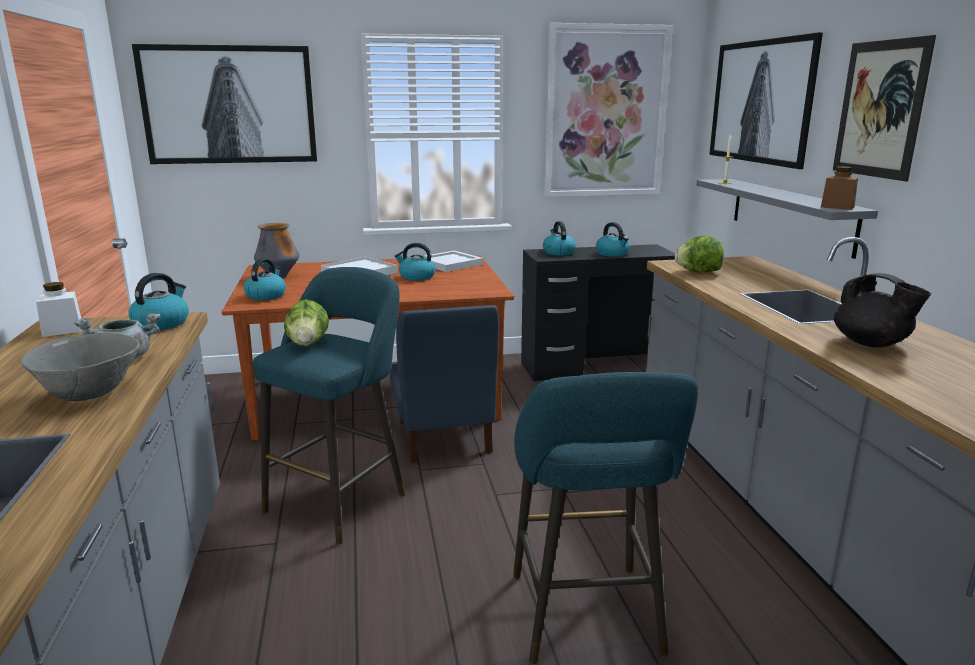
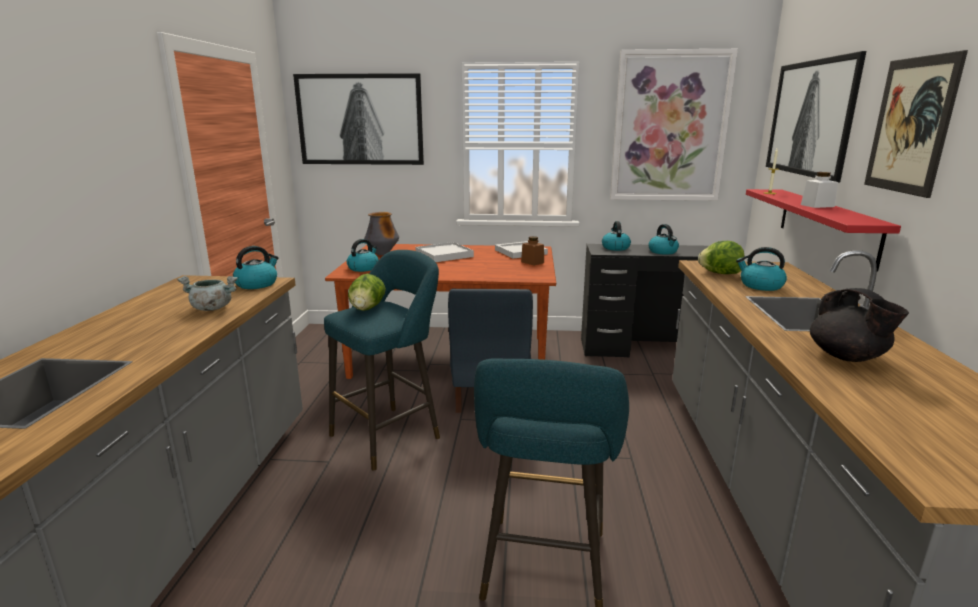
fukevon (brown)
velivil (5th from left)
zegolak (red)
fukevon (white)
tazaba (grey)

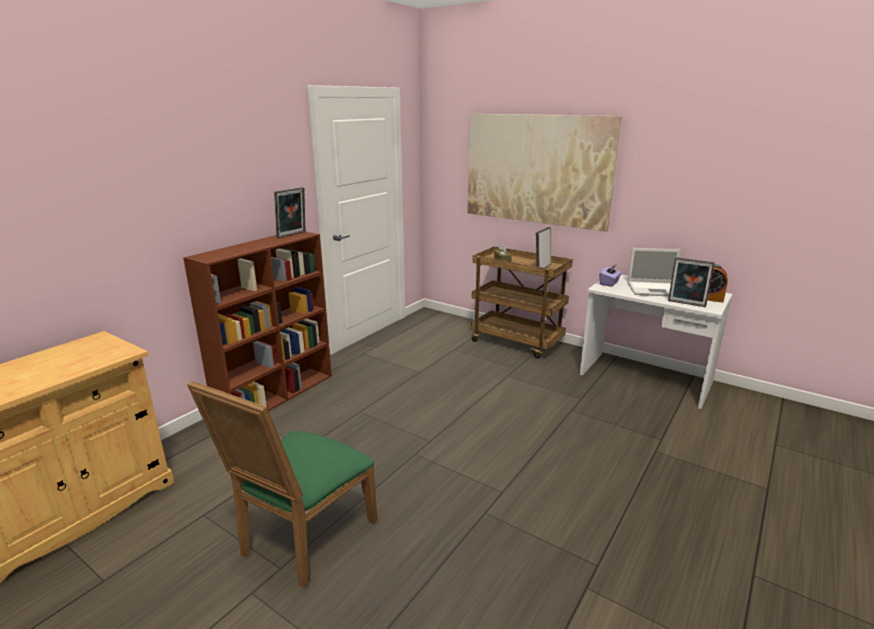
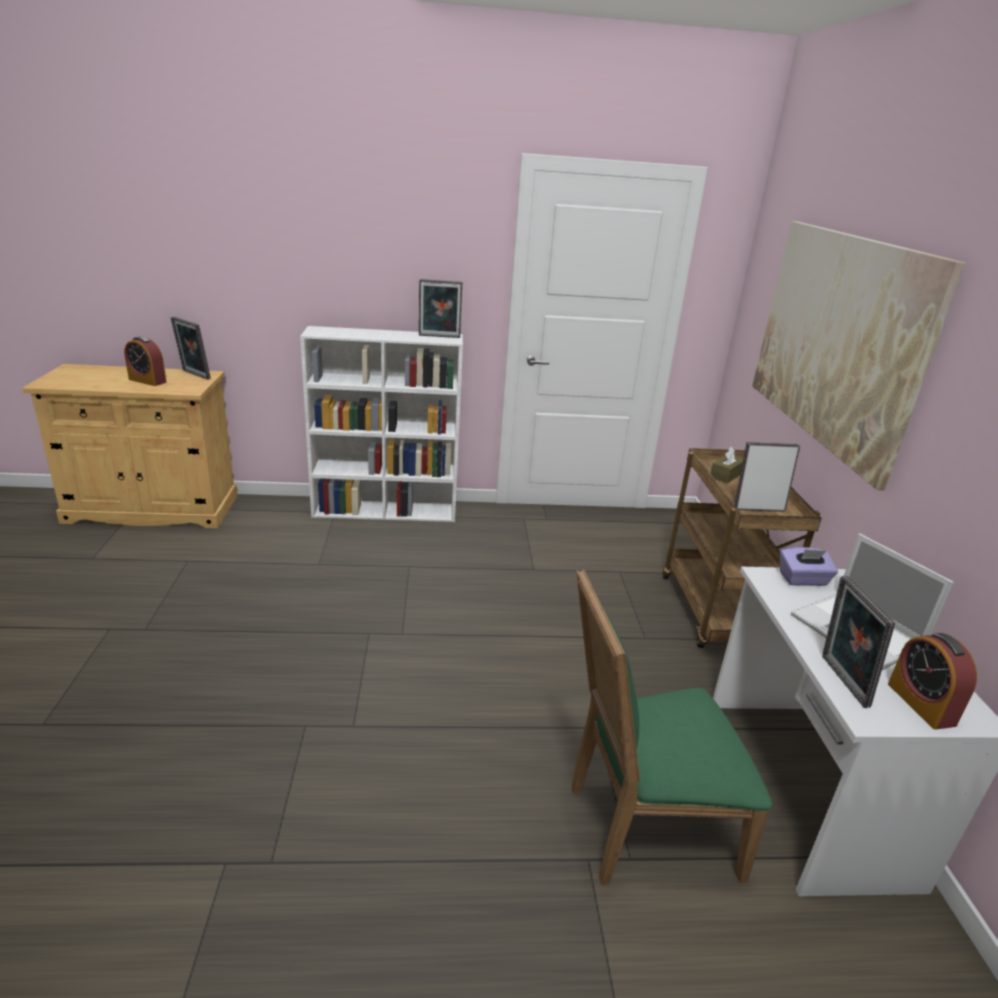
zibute (1st from left)
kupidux (1st from left)
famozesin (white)
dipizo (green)

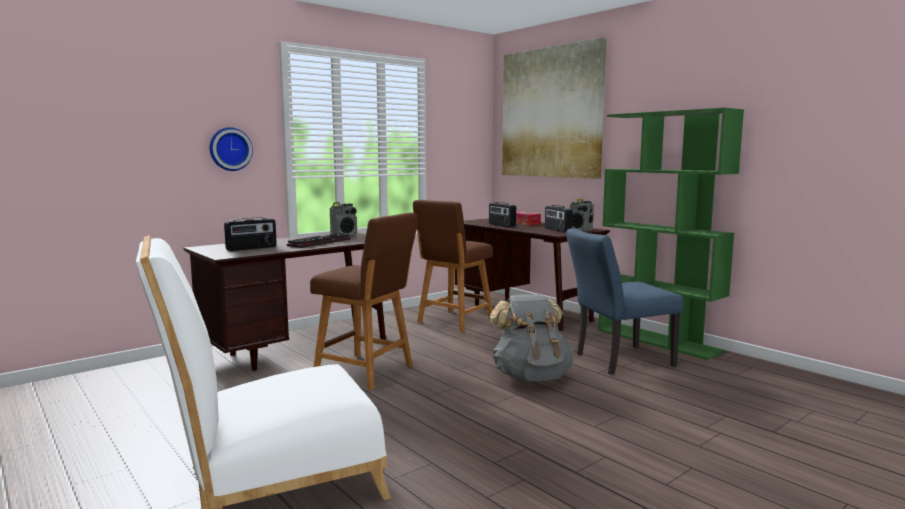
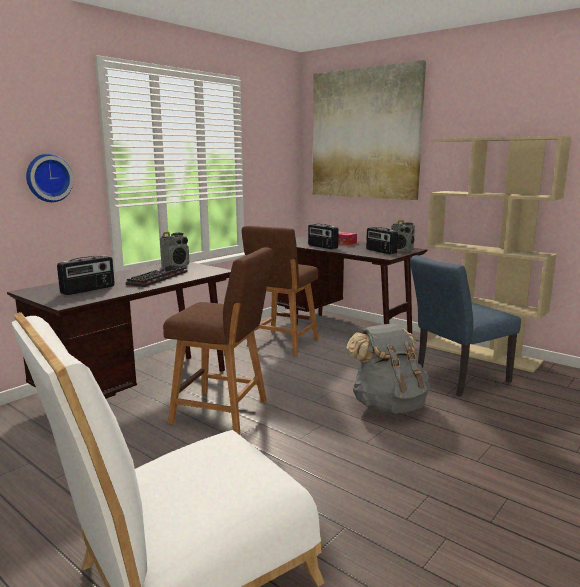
famozesin (beige)

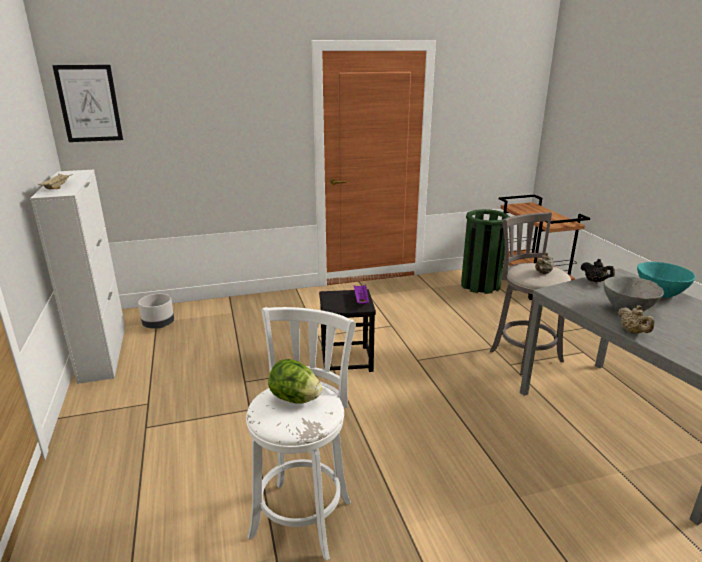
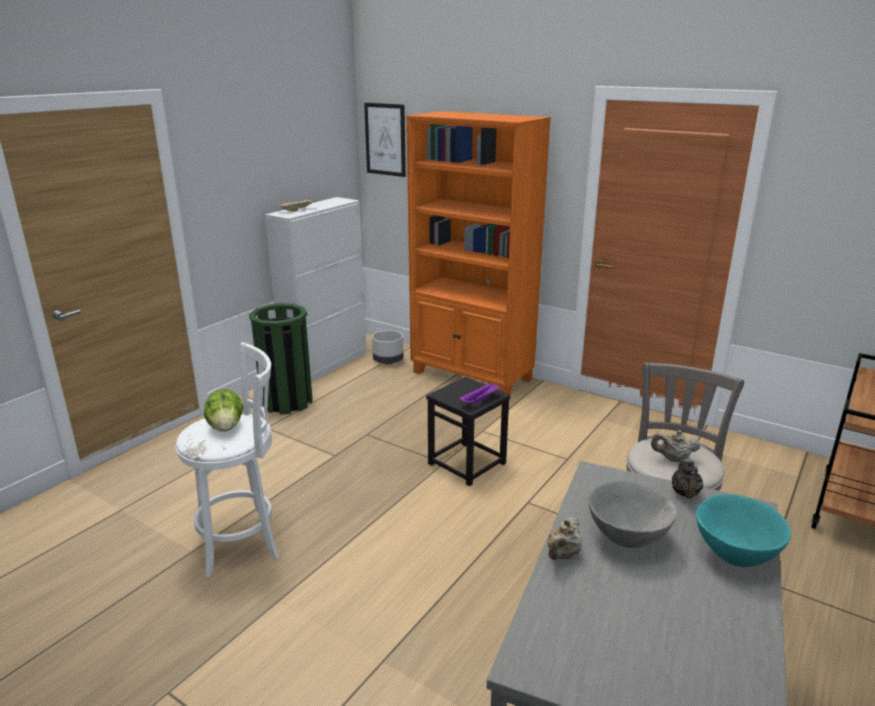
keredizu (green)
famozesin (orange)

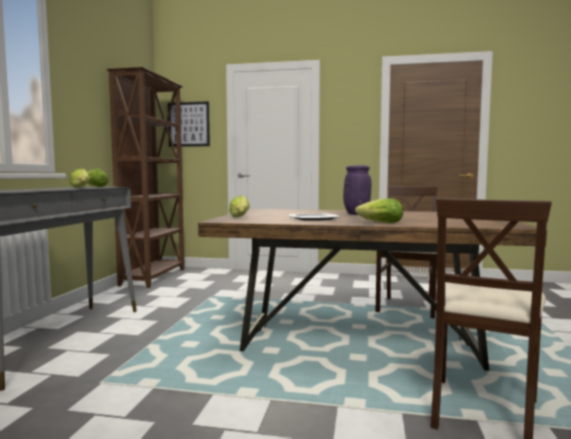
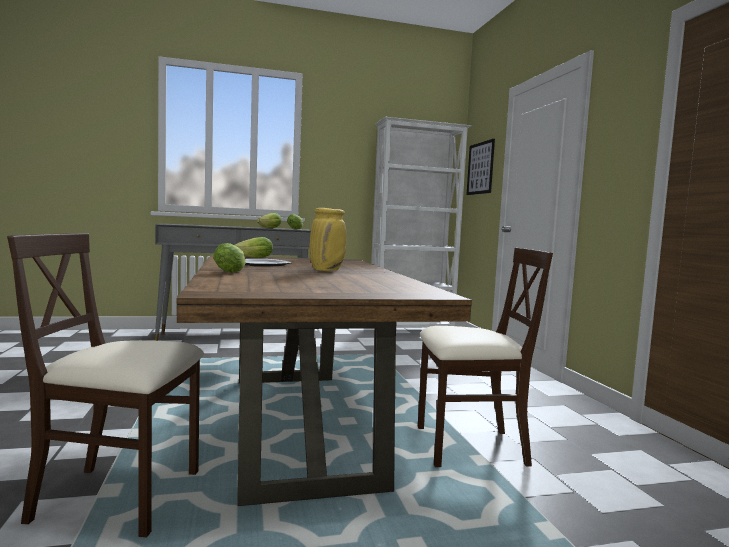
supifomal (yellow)
famozesin (white)

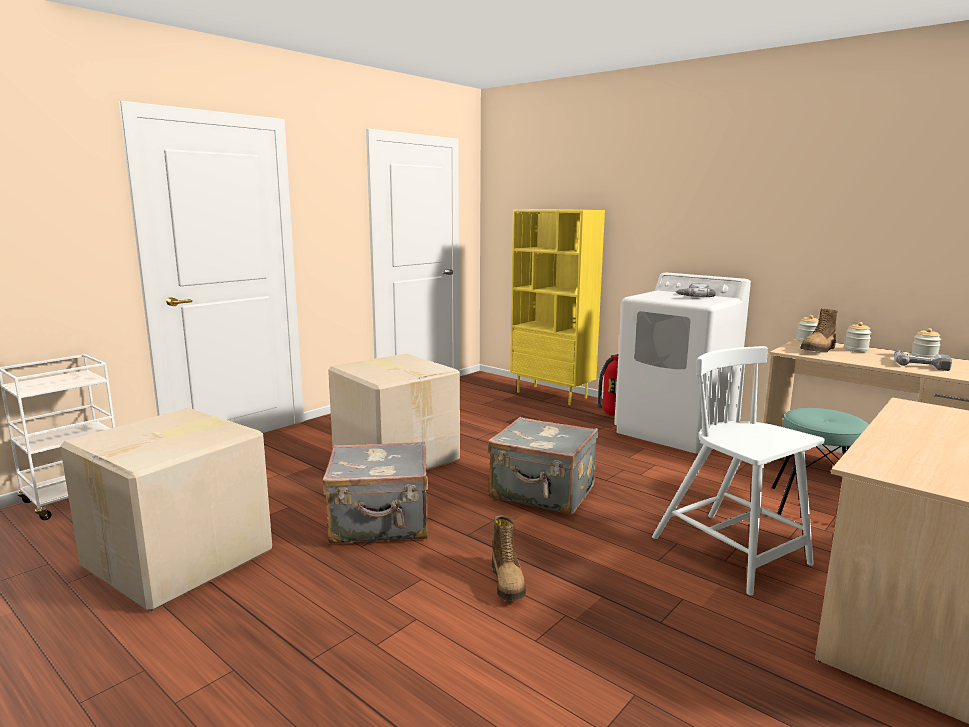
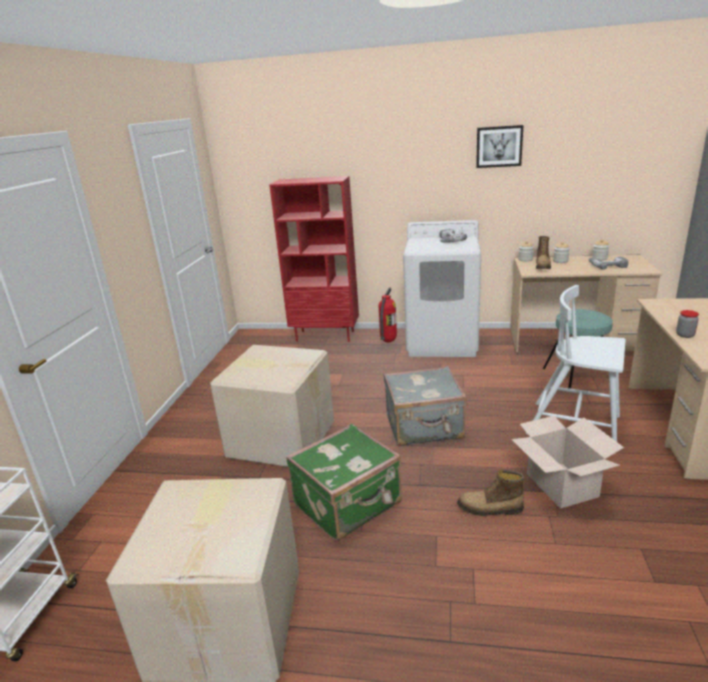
famozesin (red)
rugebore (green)
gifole (1st from left)
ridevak
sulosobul (3rd from left)
fukevon (4th from left)

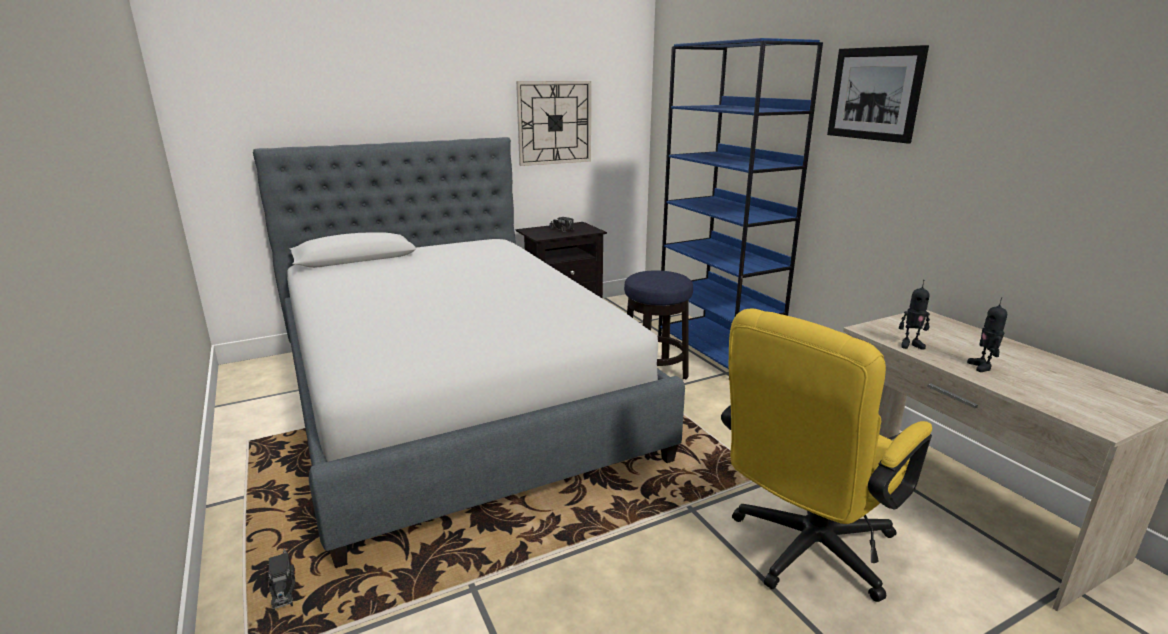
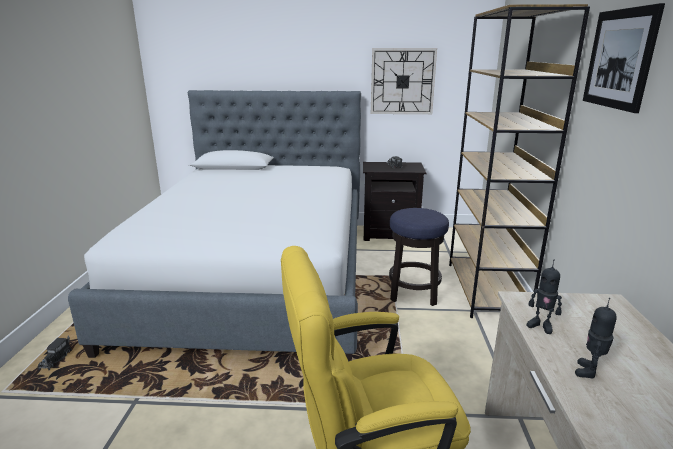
famozesin (brown)

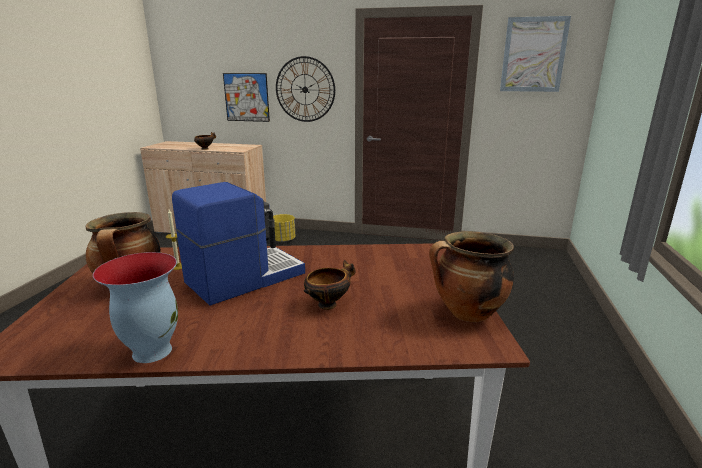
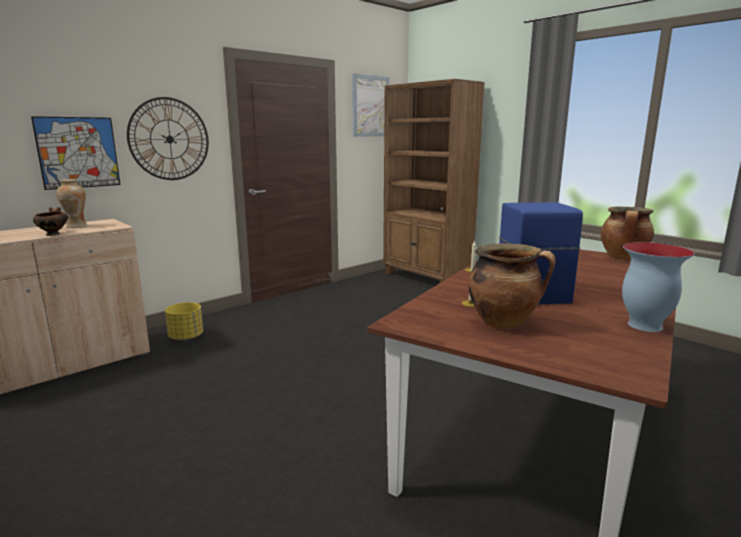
supifomal (1st from left)
famozesin (brown)
tazaba (2nd from left in the first image)

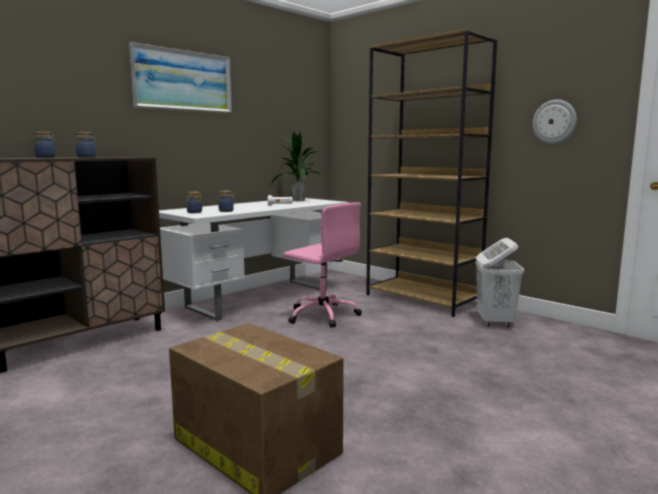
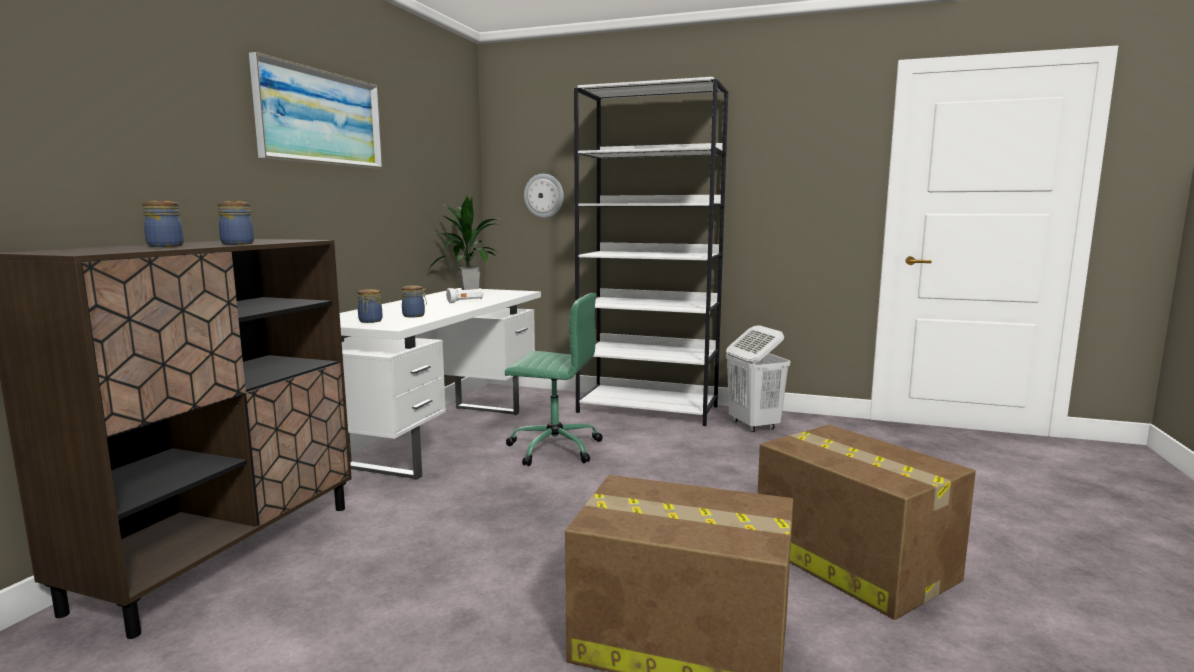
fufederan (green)
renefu
famozesin (white)
sulosobul (2nd from left)

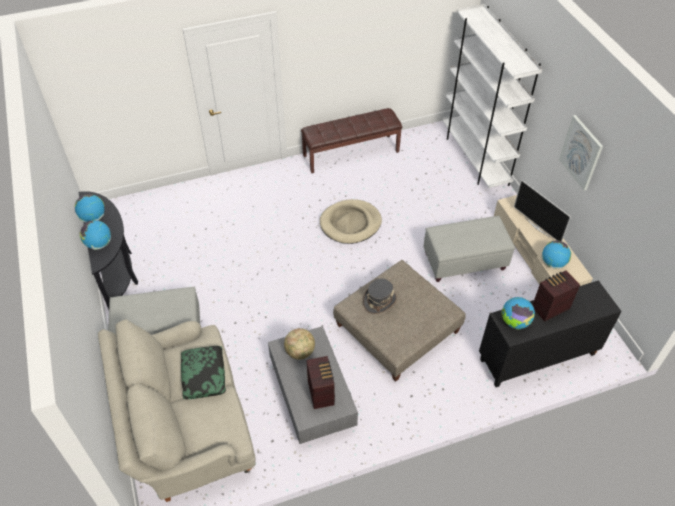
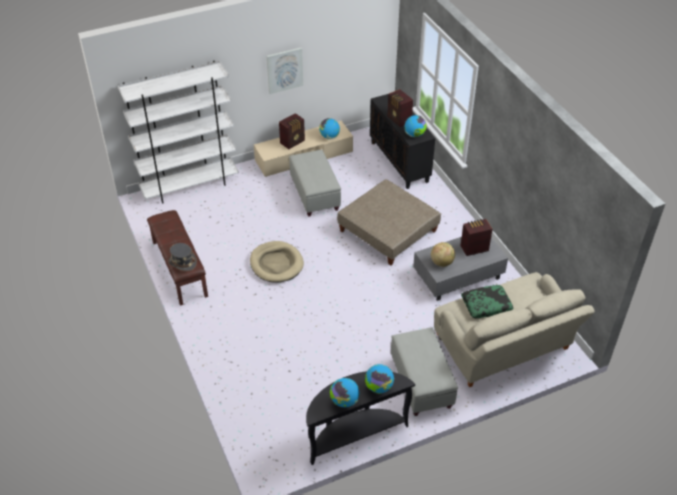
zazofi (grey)
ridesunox (1st from left)

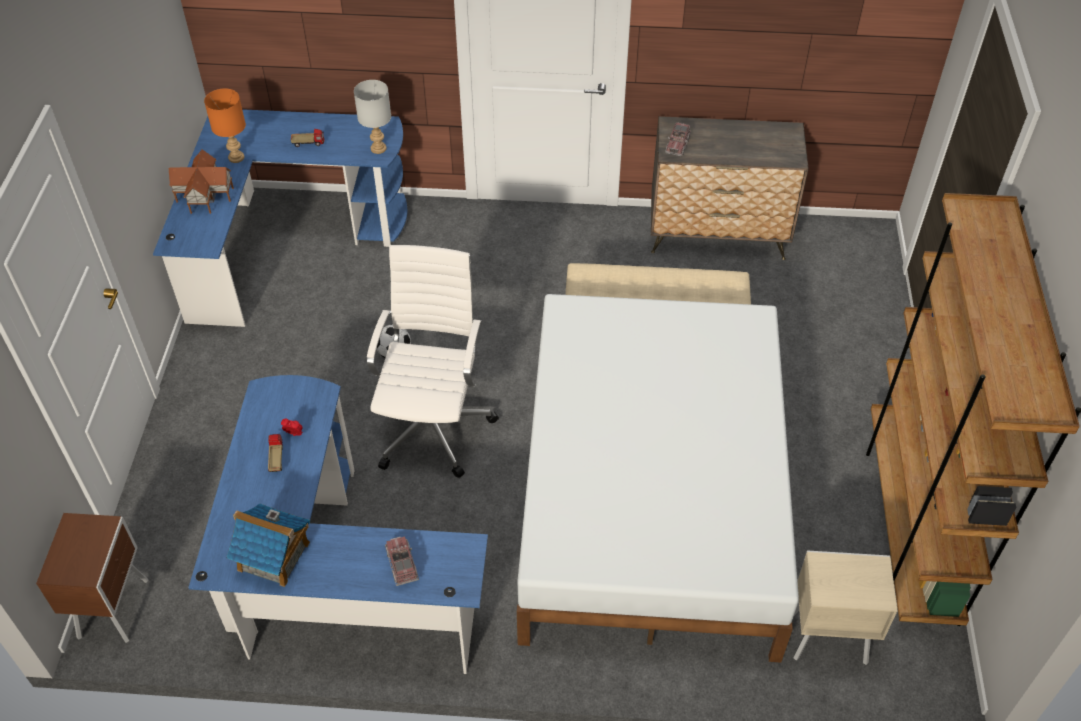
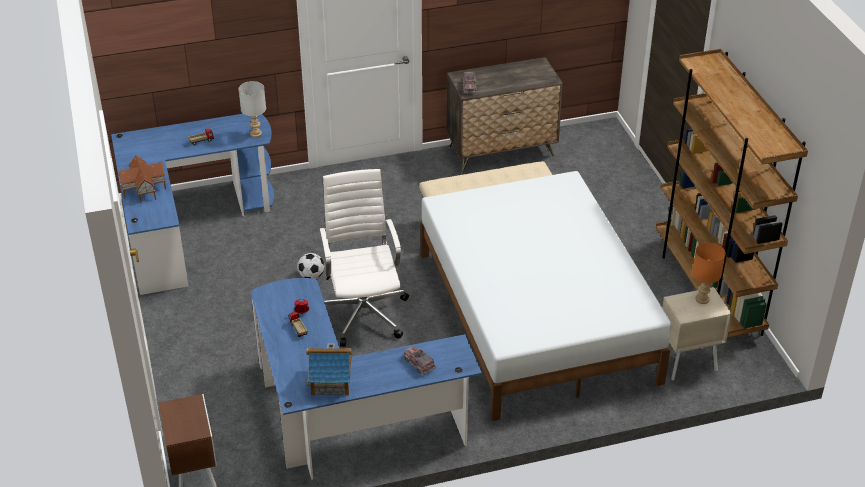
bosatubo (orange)

